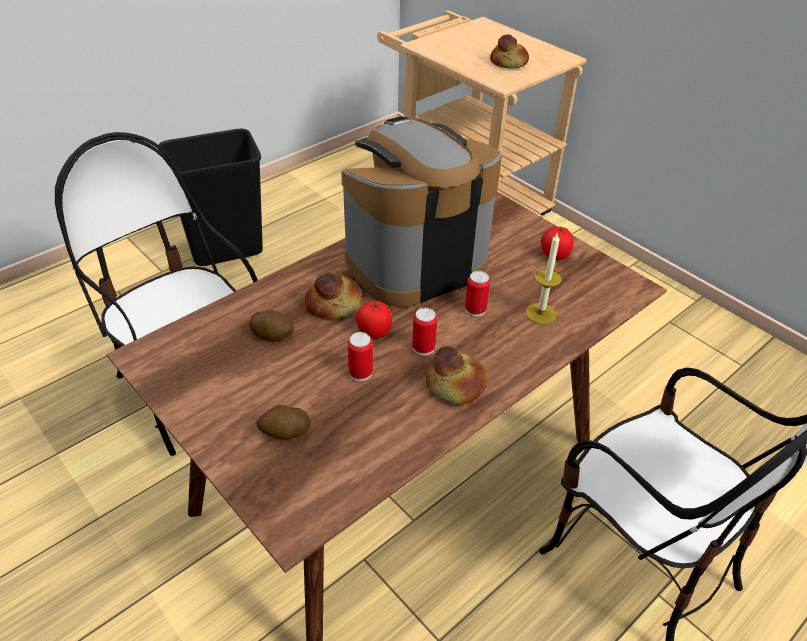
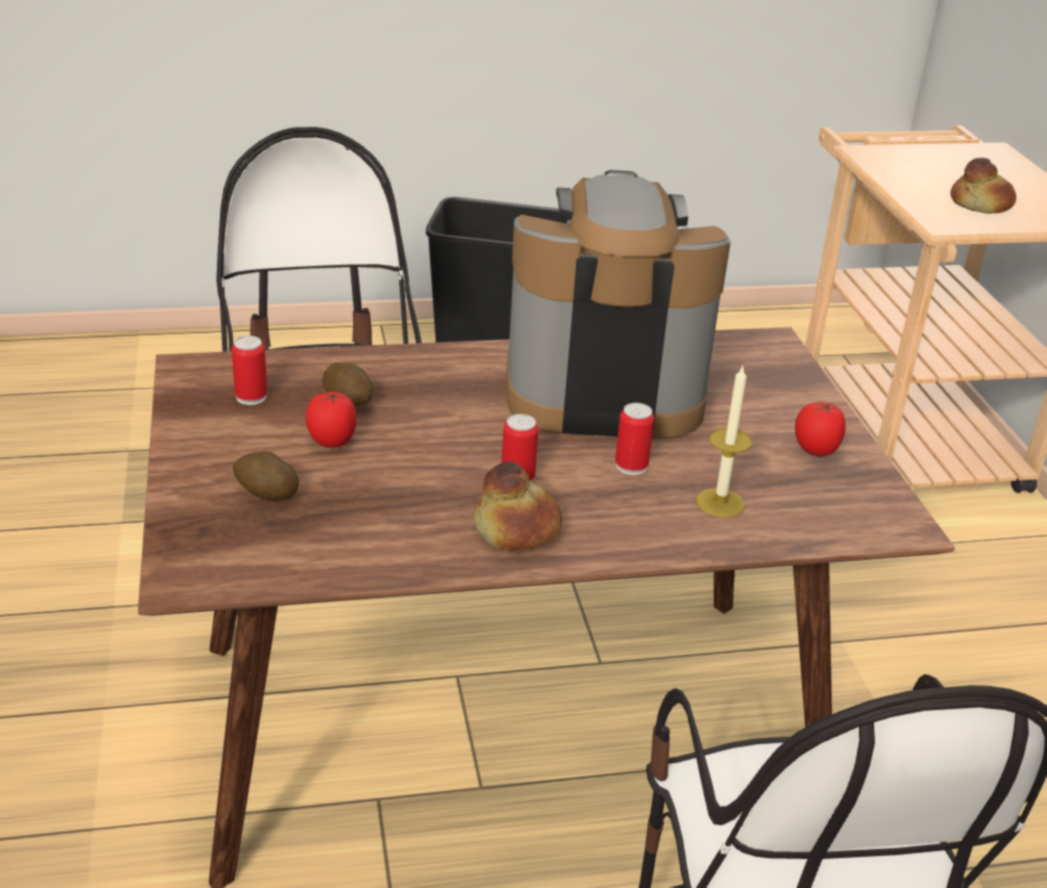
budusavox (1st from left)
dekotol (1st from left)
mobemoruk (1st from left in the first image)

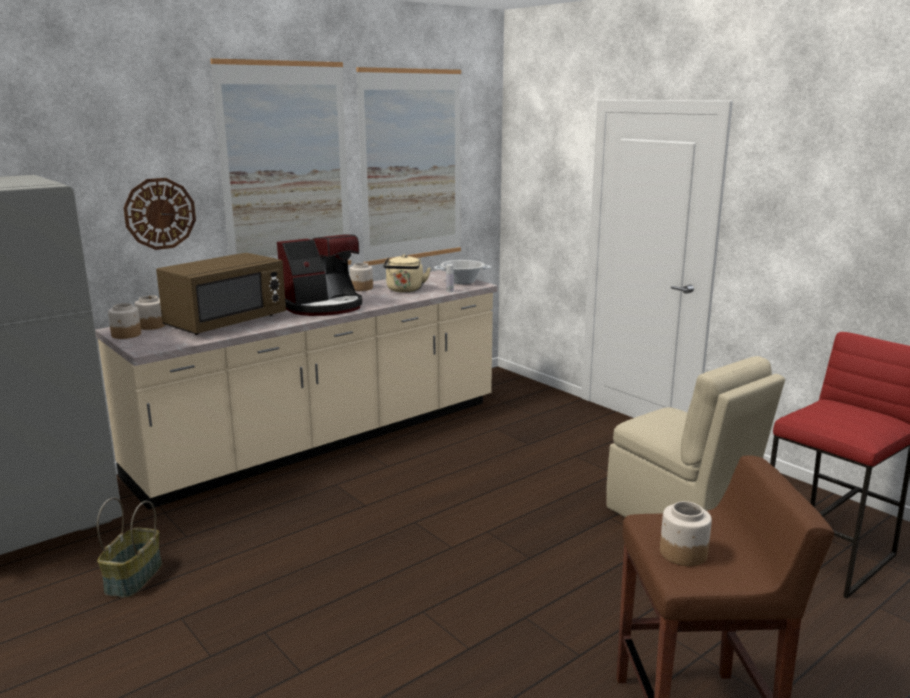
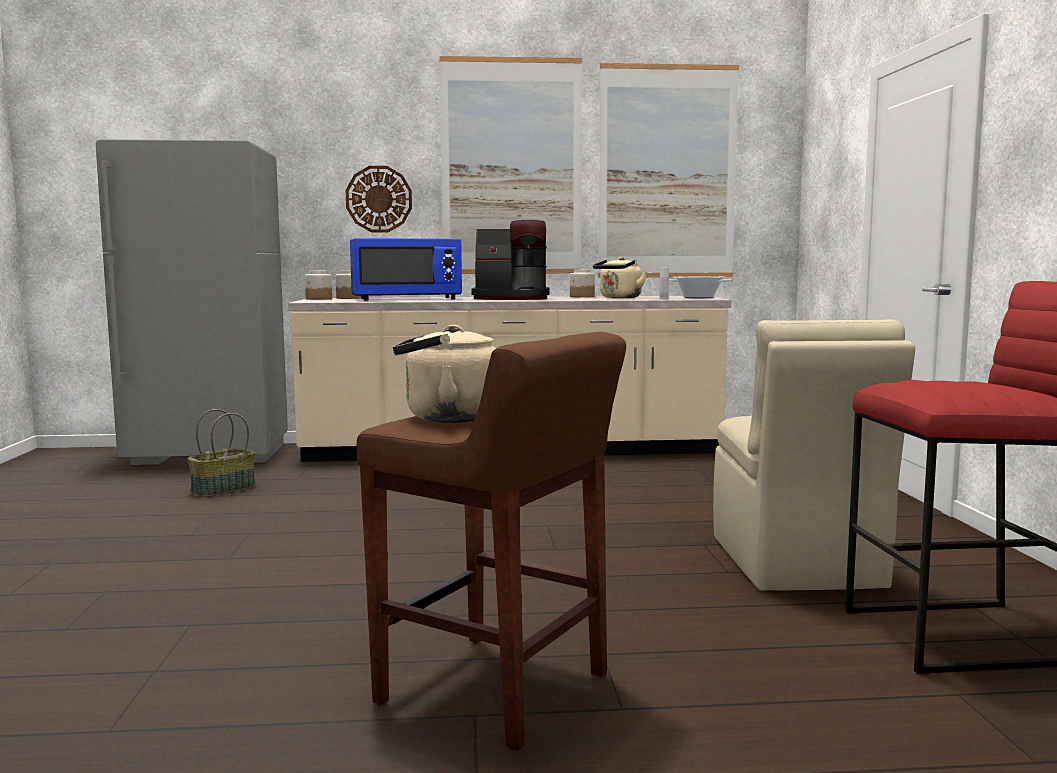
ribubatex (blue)
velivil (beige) (1st from left)

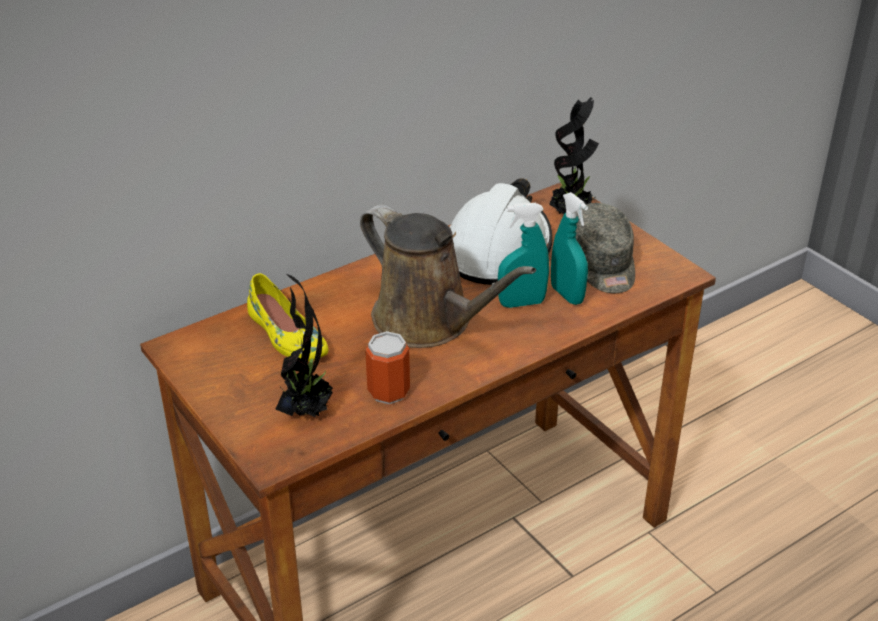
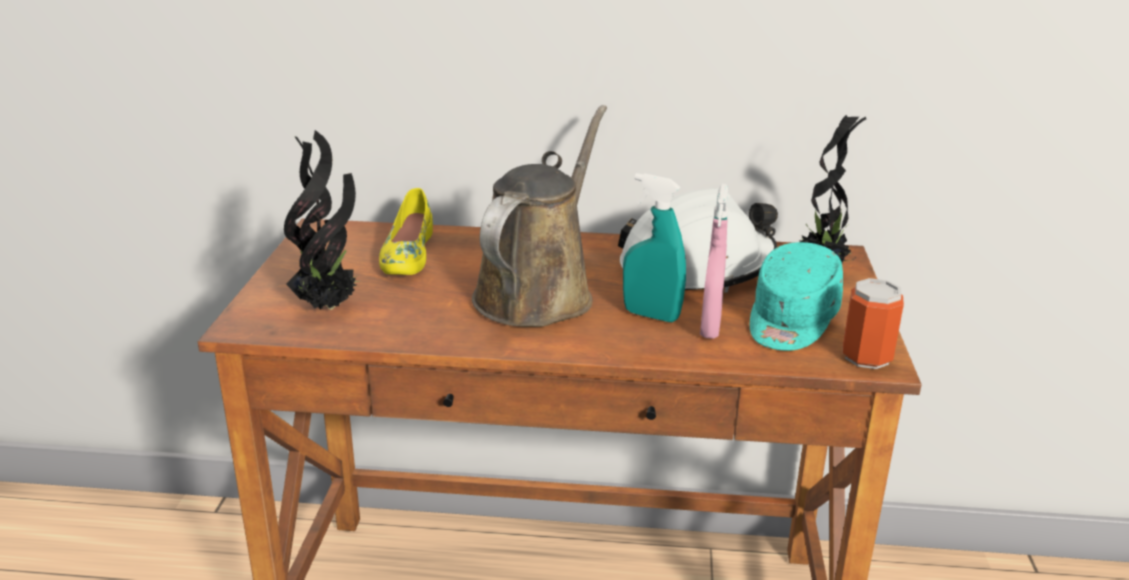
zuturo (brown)
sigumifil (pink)
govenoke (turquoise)
budusavox

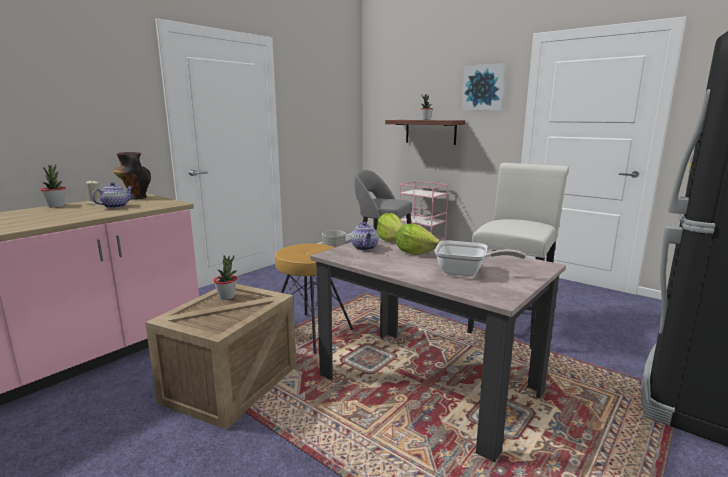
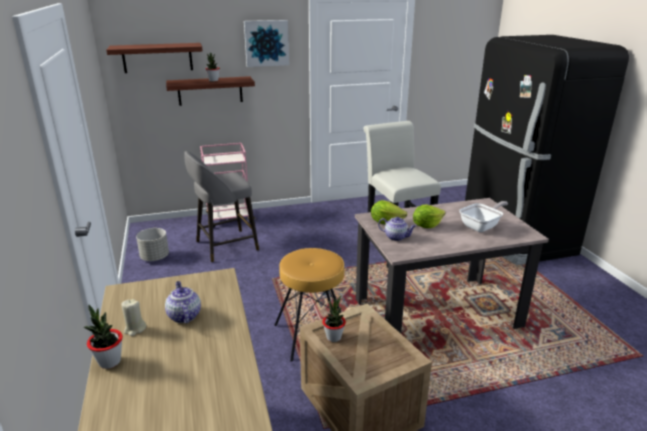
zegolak (1st from left)
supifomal

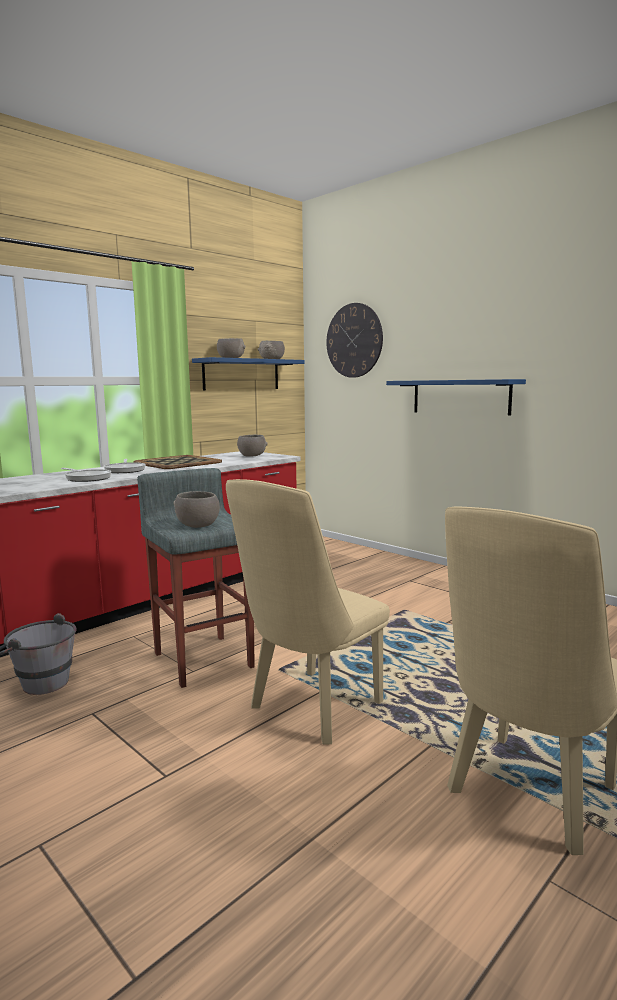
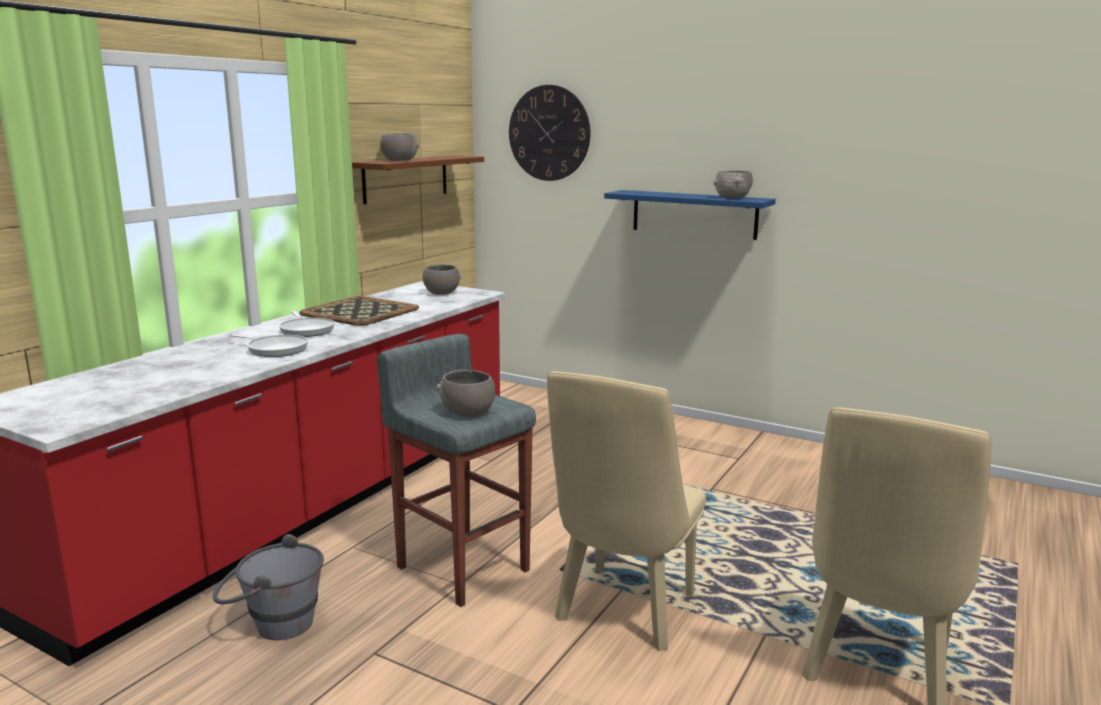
zegolak (brown)
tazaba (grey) (4th from left)

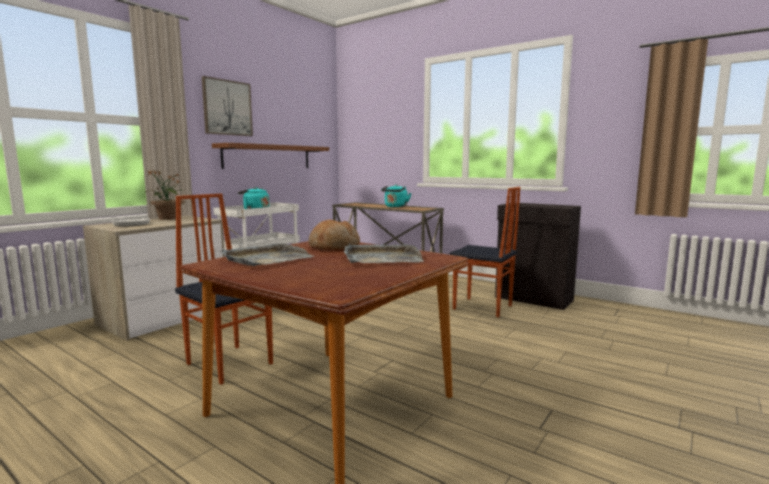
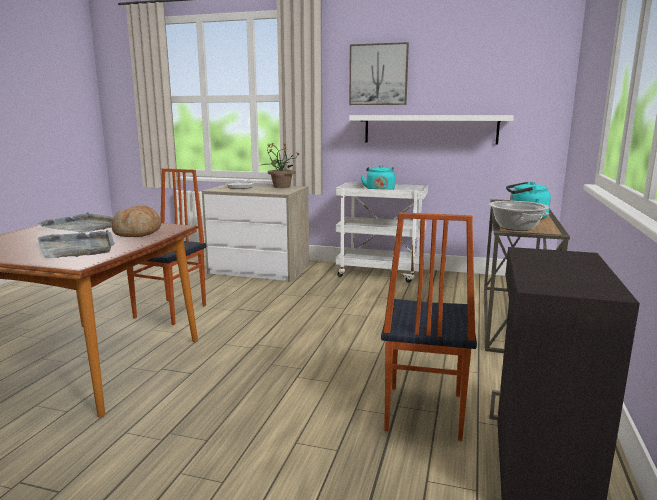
zegolak (white)
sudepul

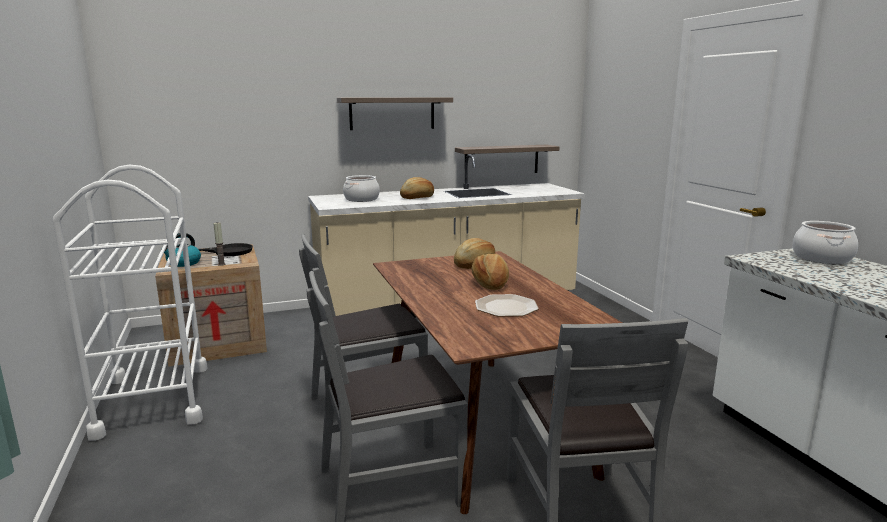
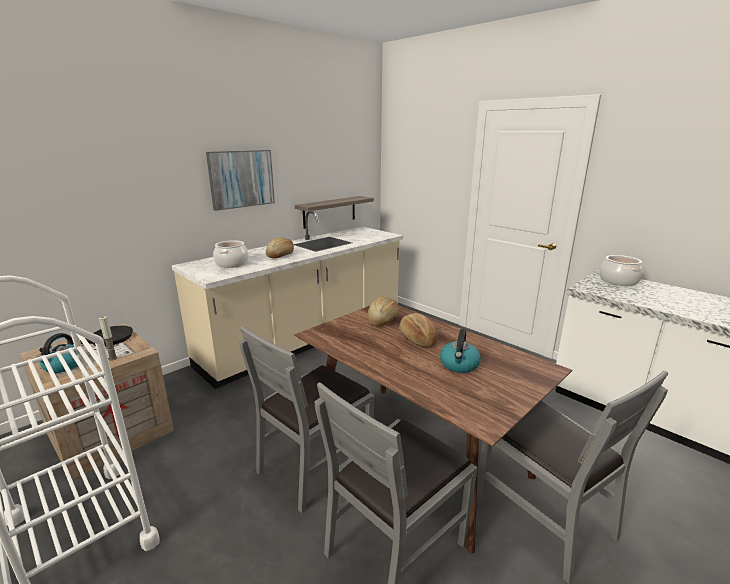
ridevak
velivil (2nd from left)

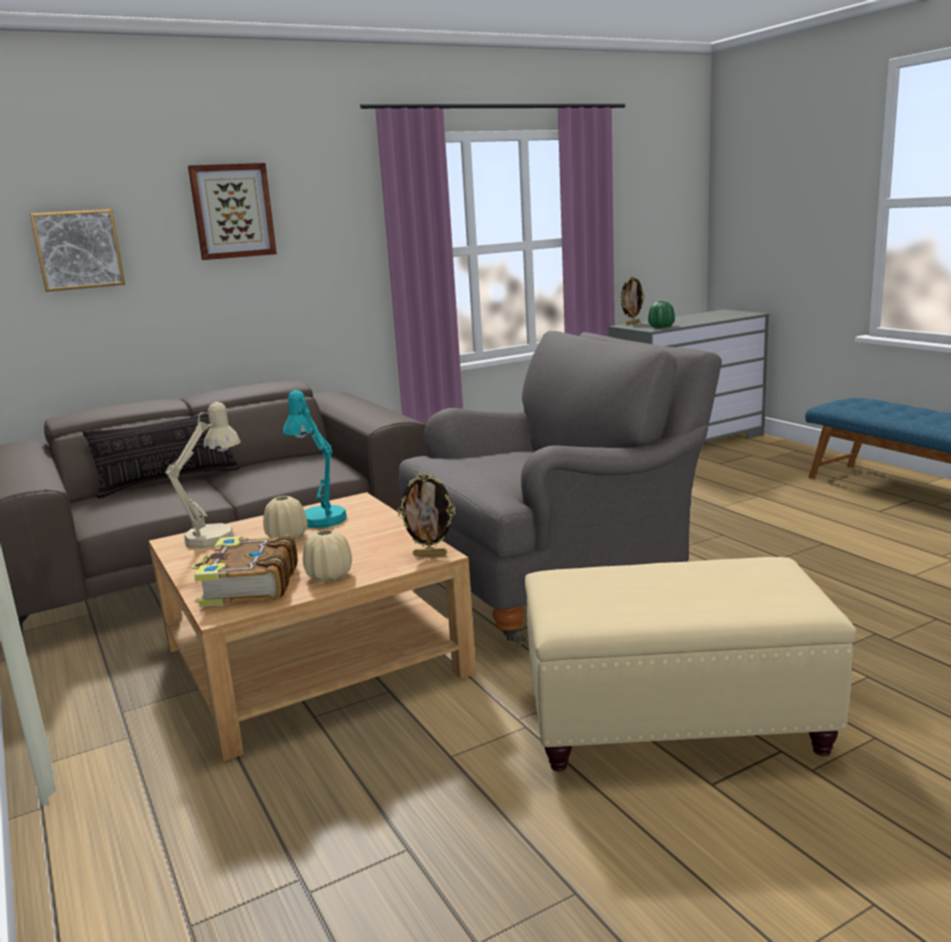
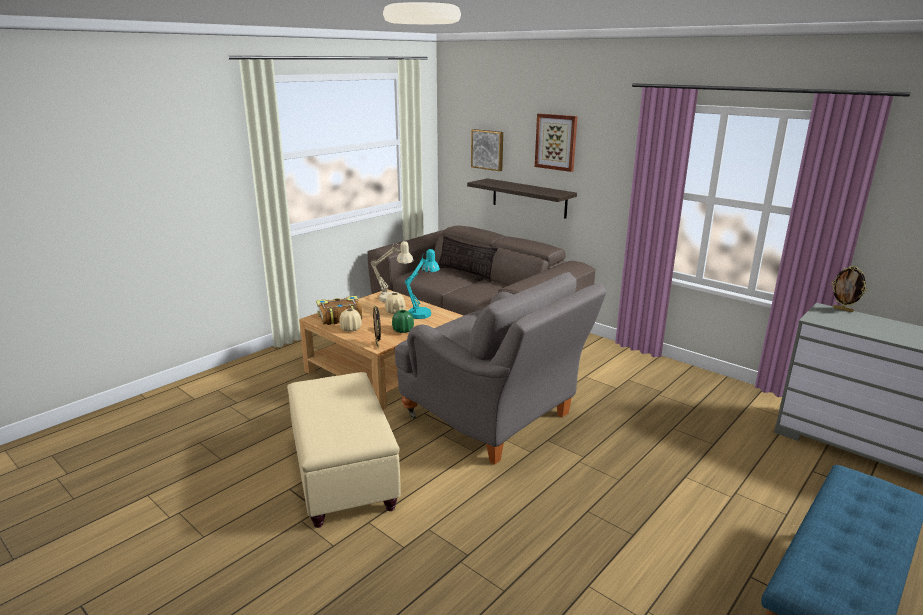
supifomal (green)
zegolak

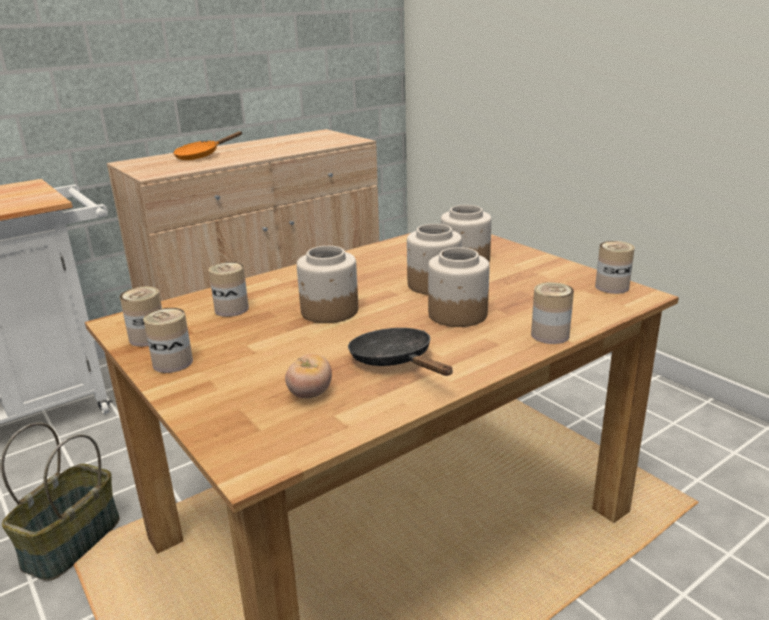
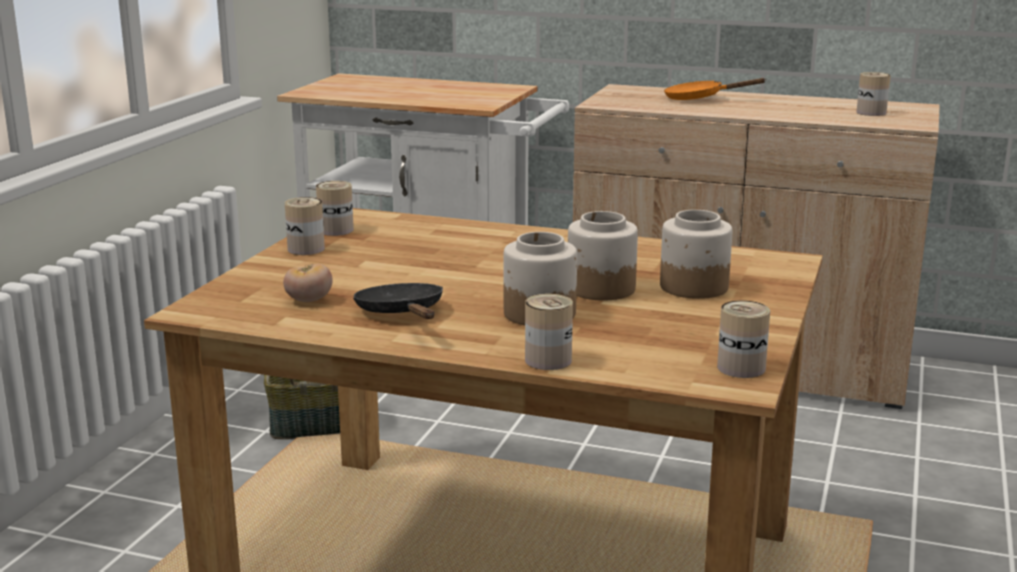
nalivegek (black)
budusavox (5th from left)
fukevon (1st from left in the first image)

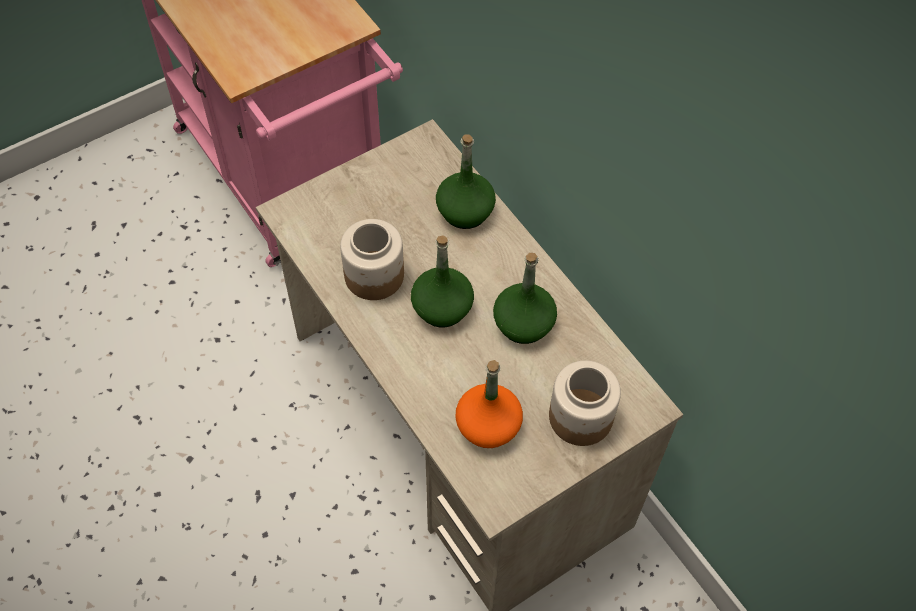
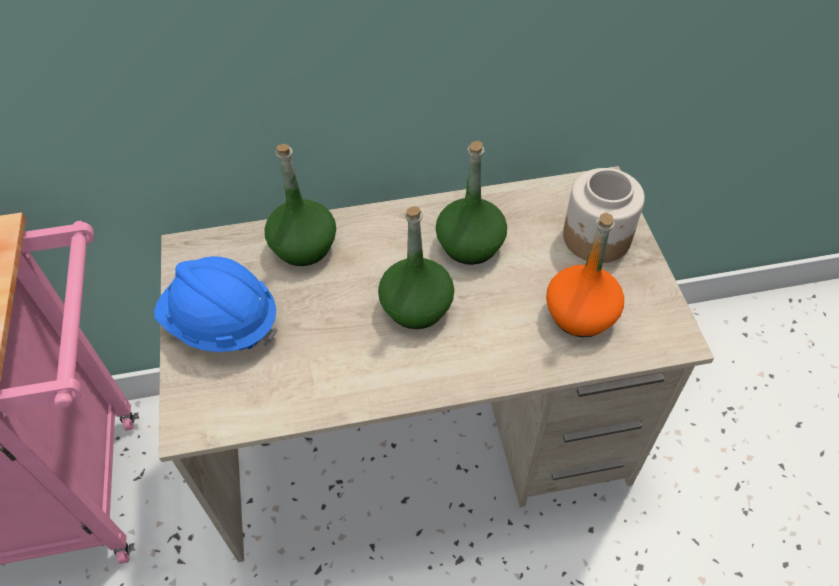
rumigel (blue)
fukevon (1st from left in the first image)

